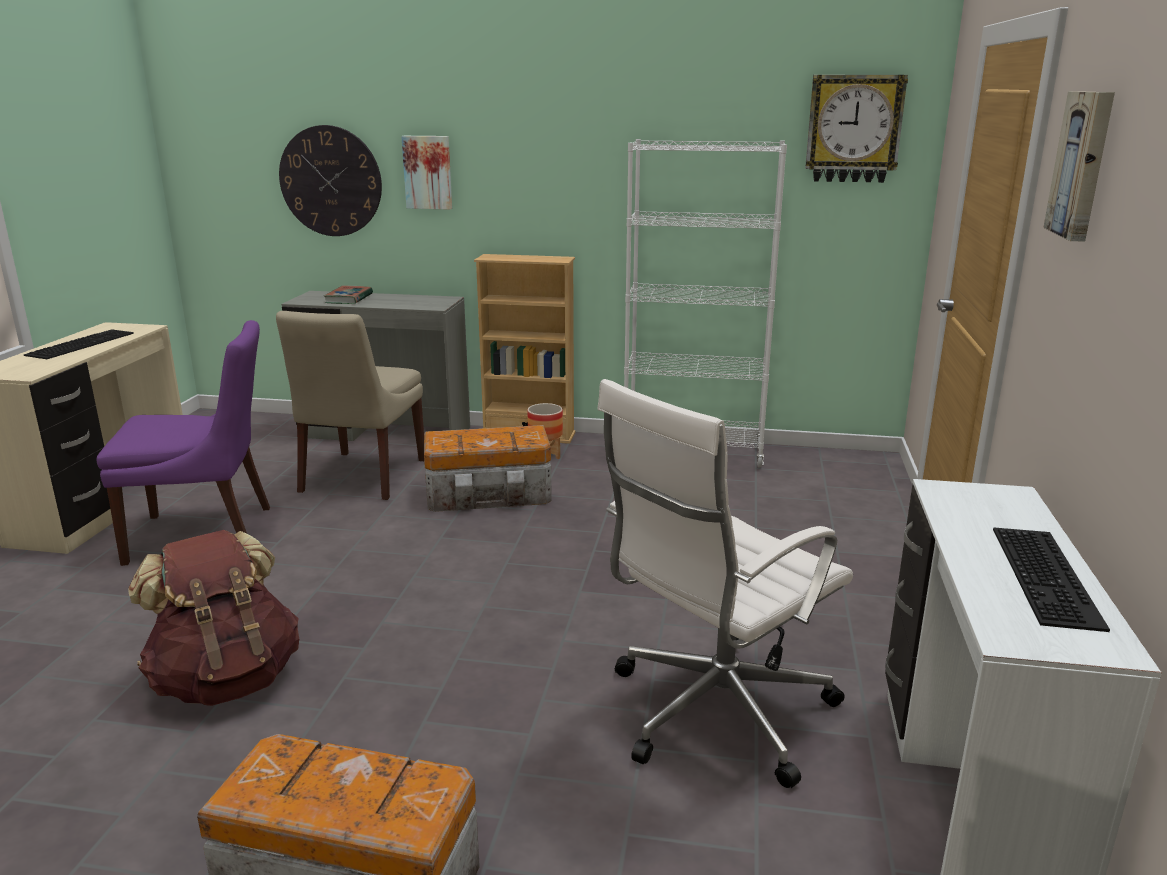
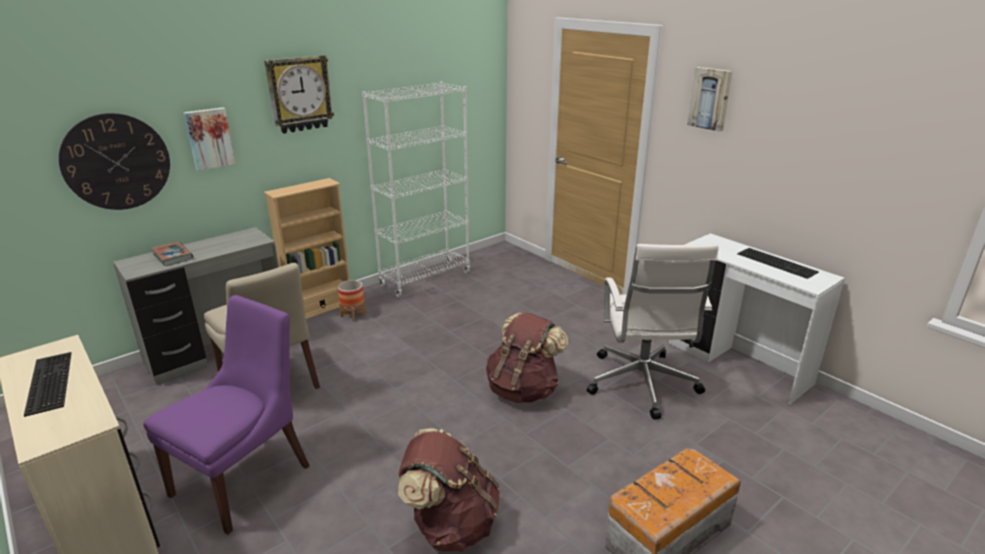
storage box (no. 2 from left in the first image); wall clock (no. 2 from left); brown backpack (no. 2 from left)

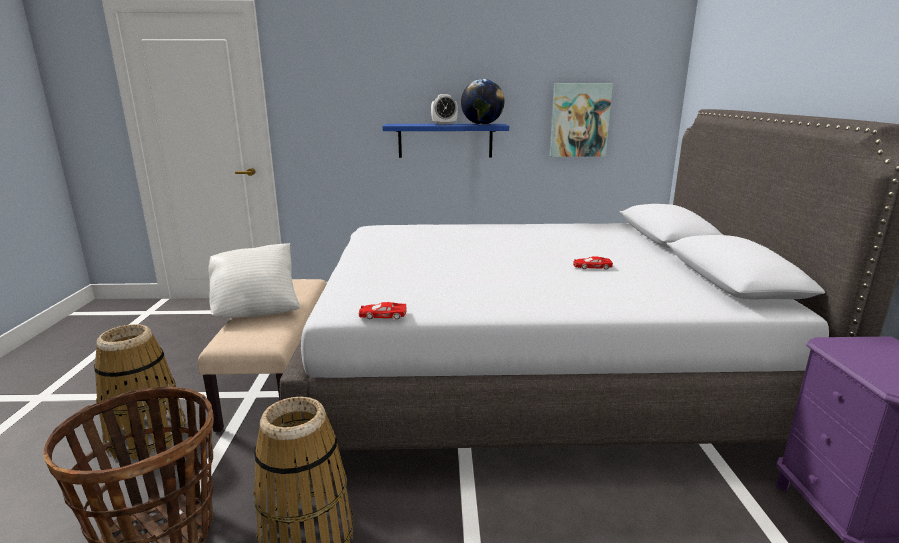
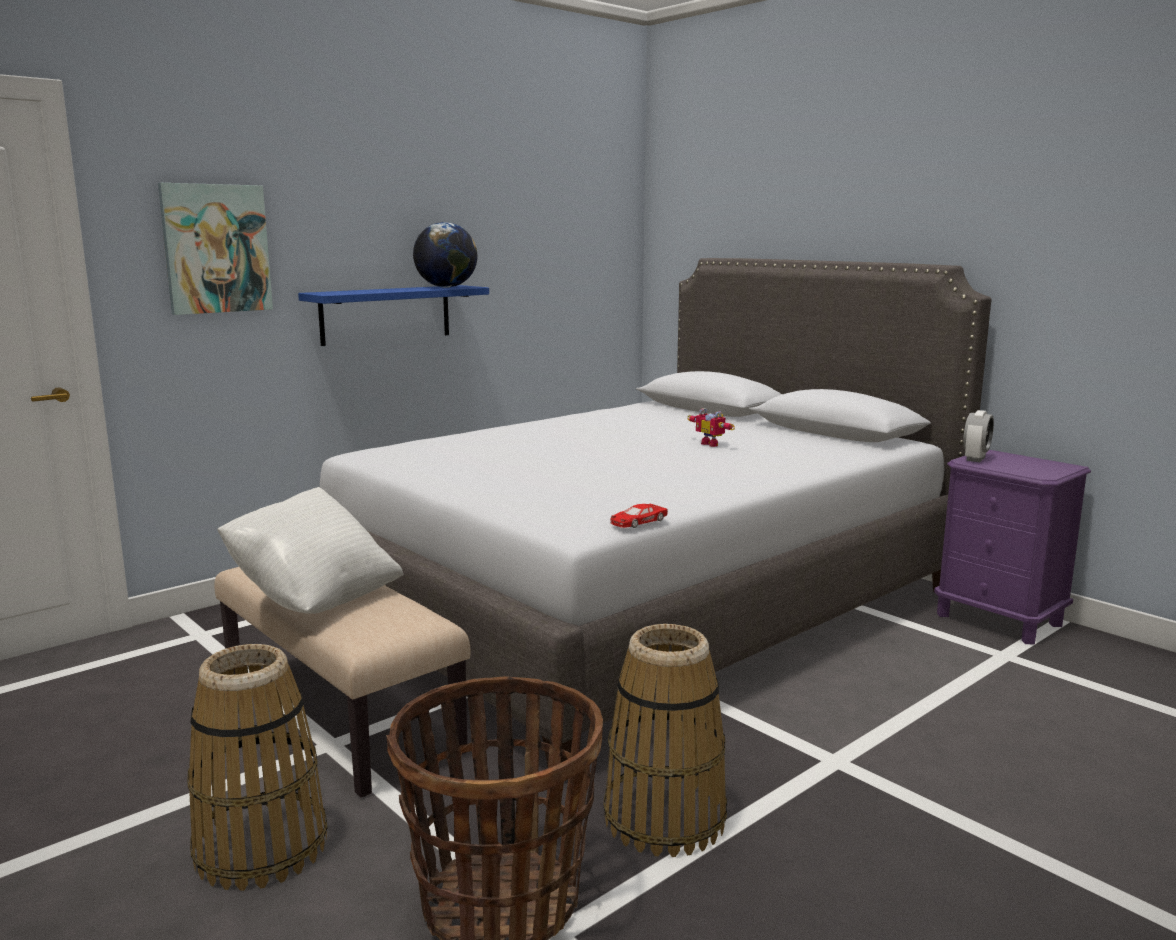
alarm clock; picture; toy robot

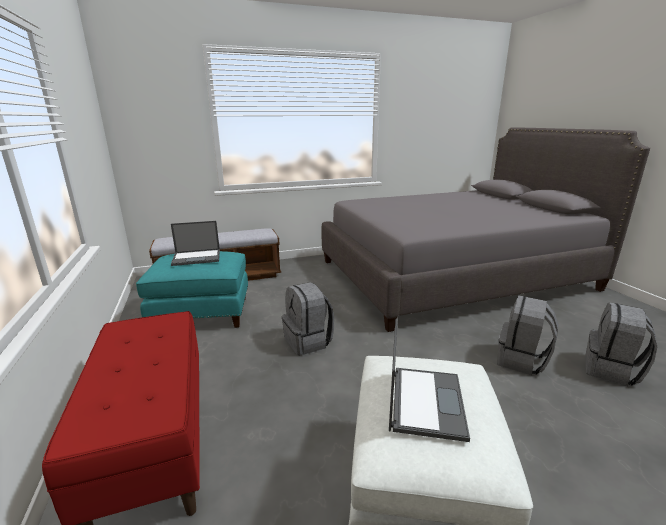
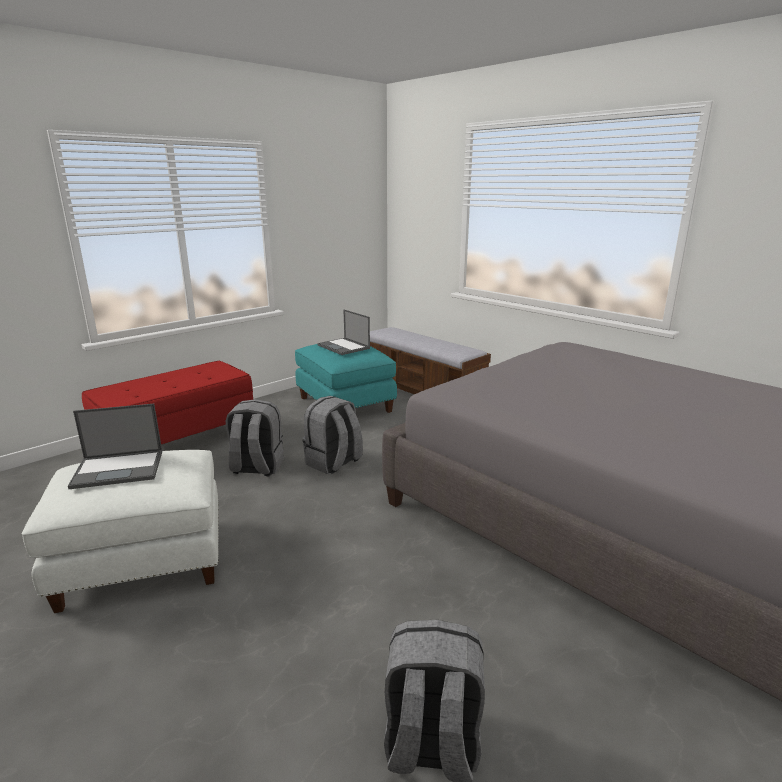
grey backpack (no. 1 from left)

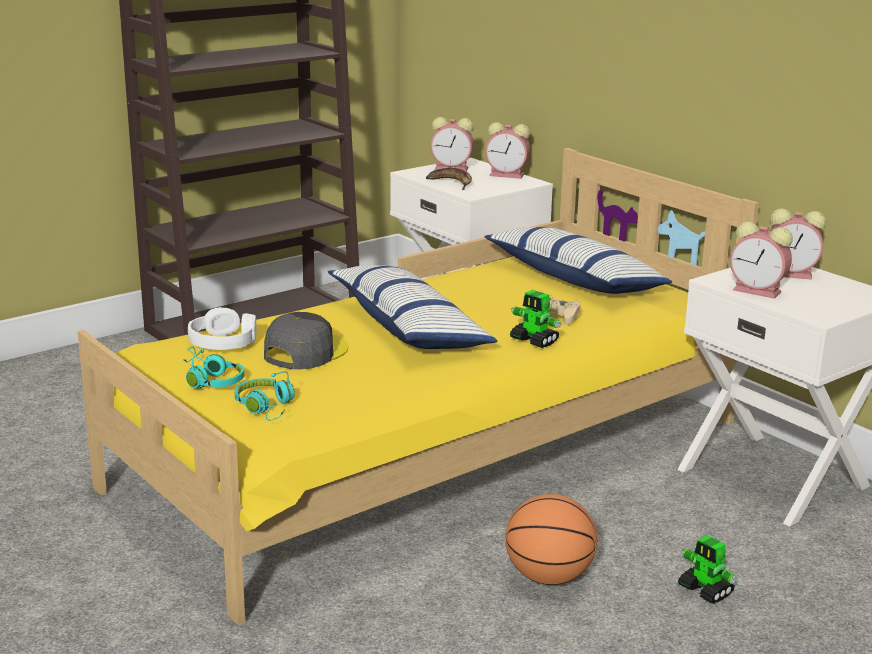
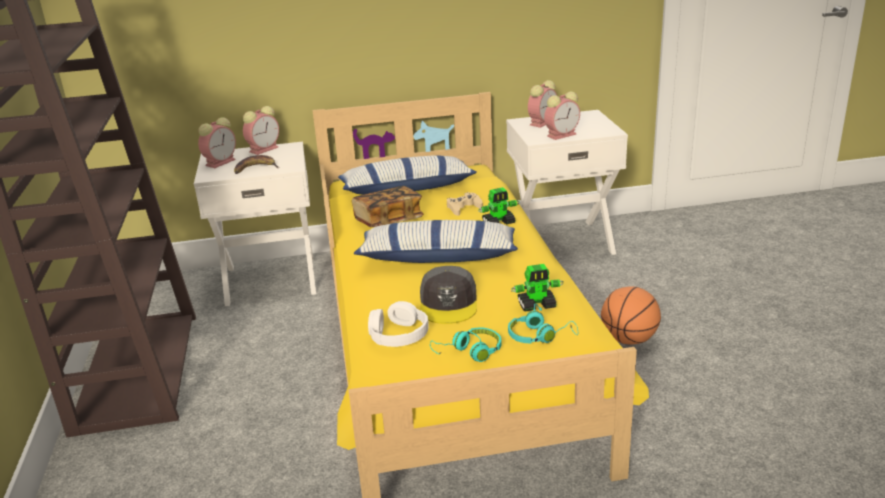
grey cap; toy robot (no. 2 from left); book

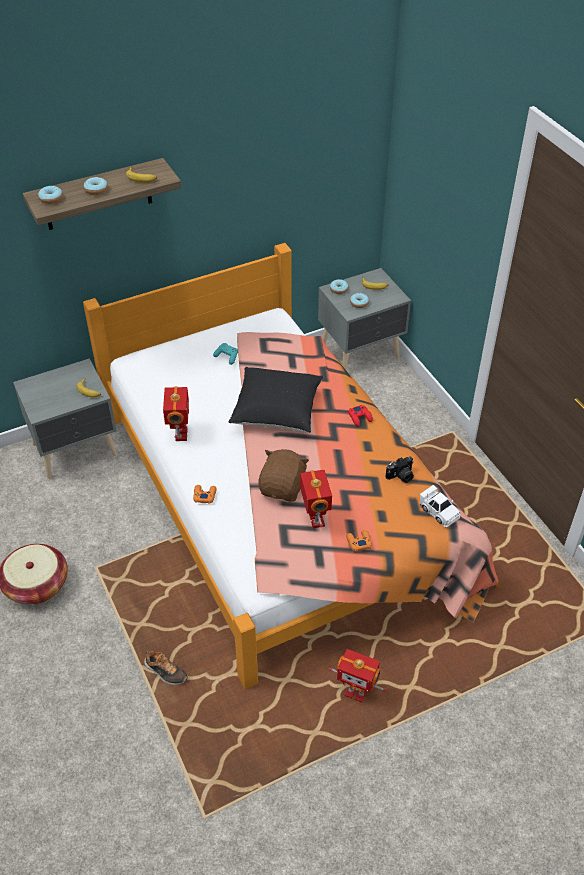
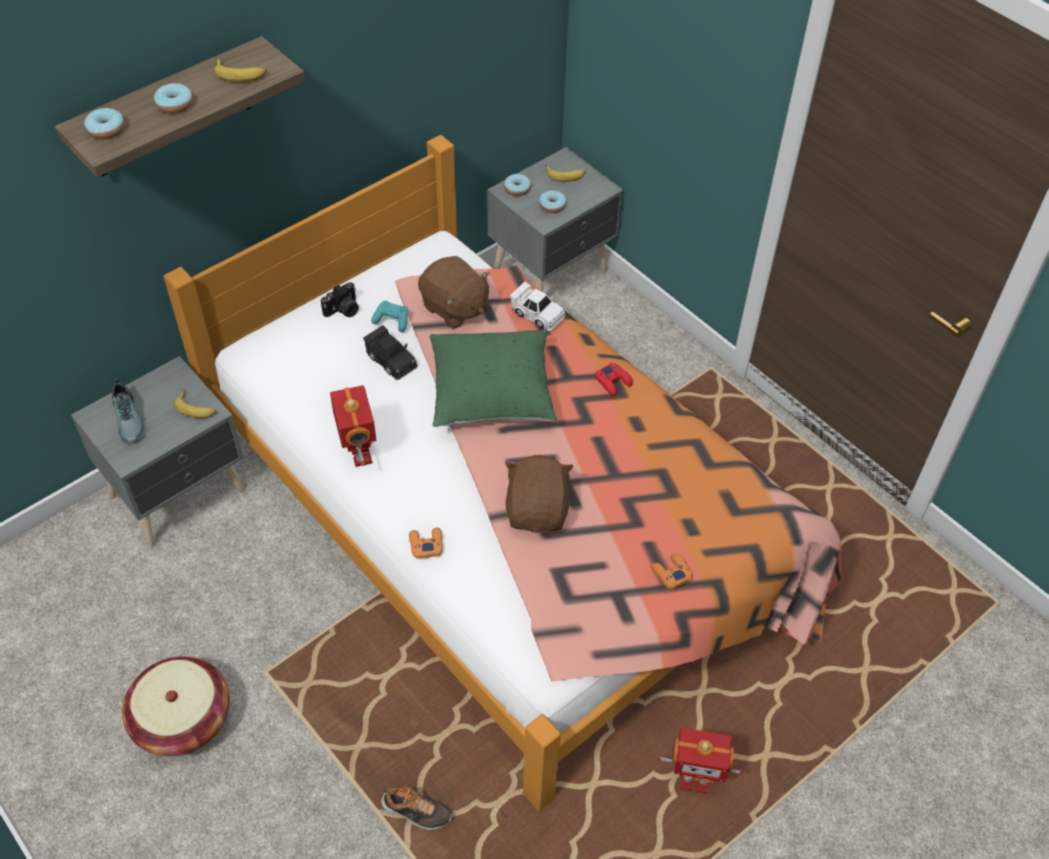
green pillow; toy robot (no. 2 from left in the first image); photo camera; white toy car; shoe (no. 1 from left); black toy car; brown plush toy (no. 1 from left)

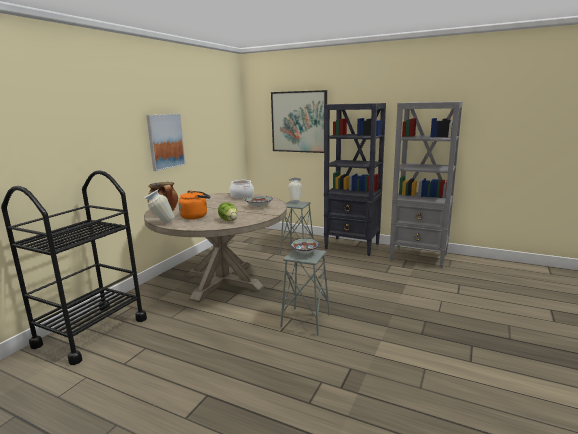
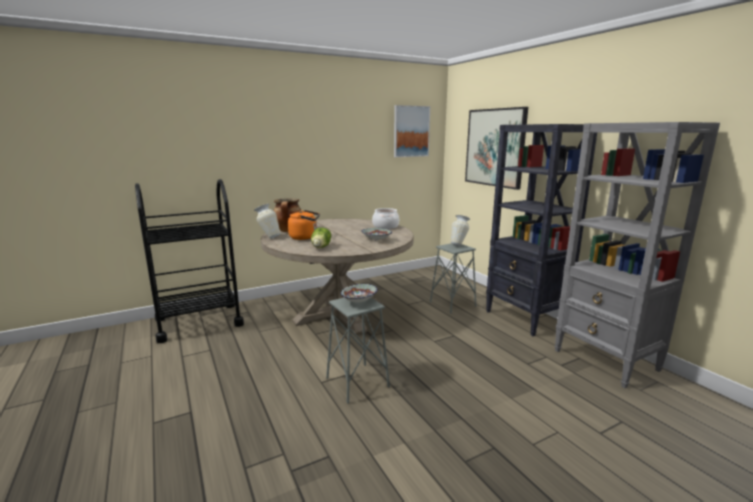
picture (no. 1 from left)

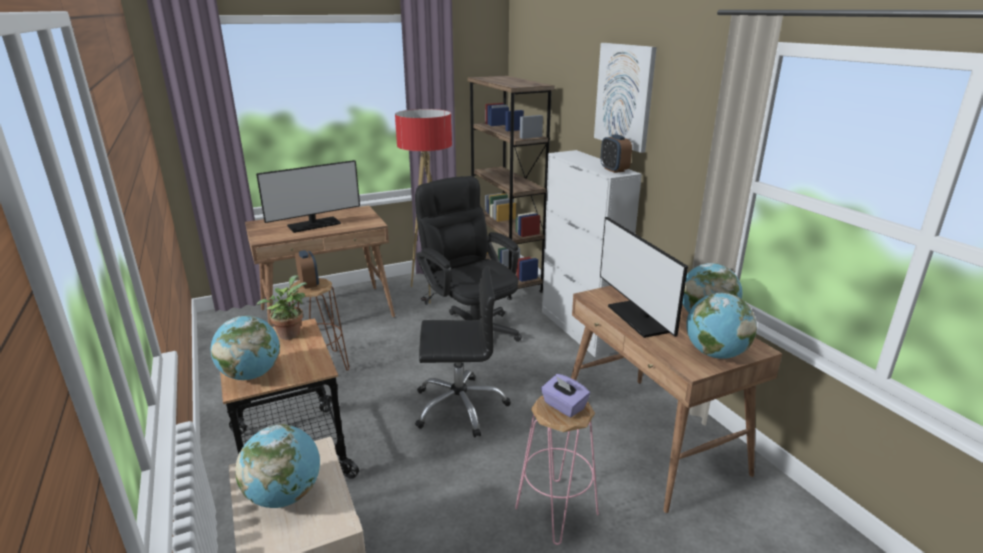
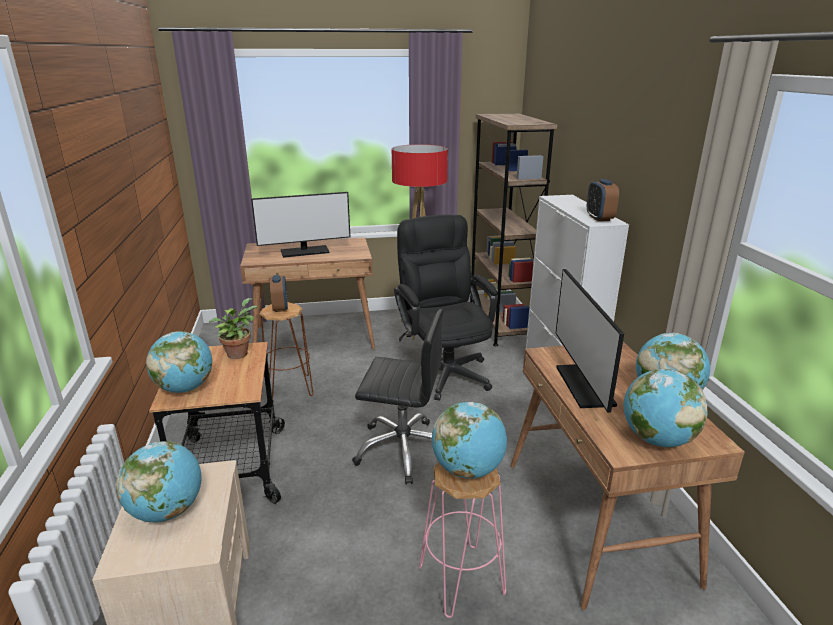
globe (no. 3 from left); picture

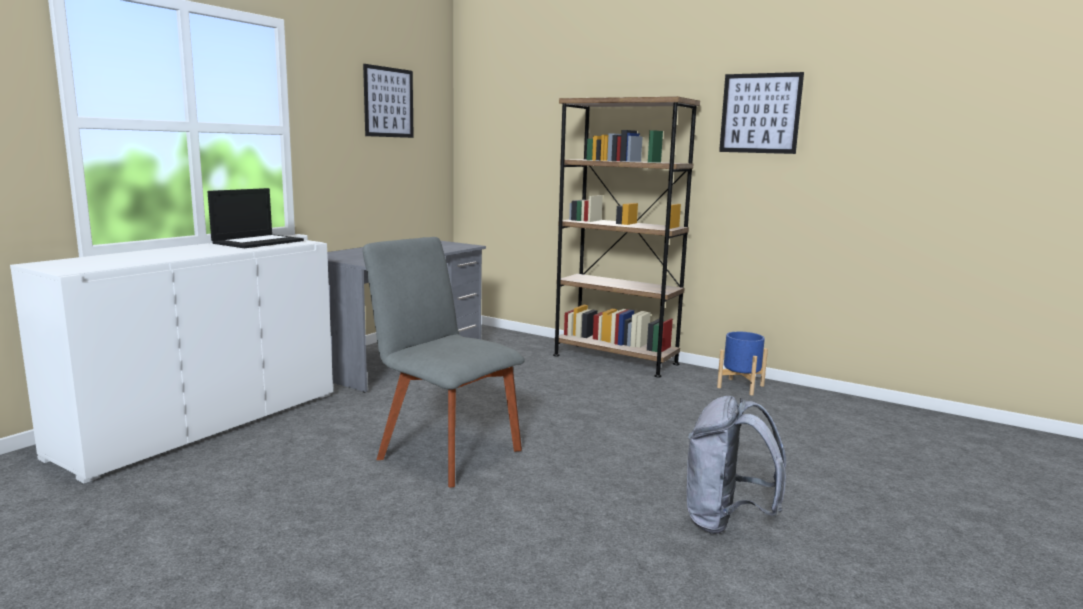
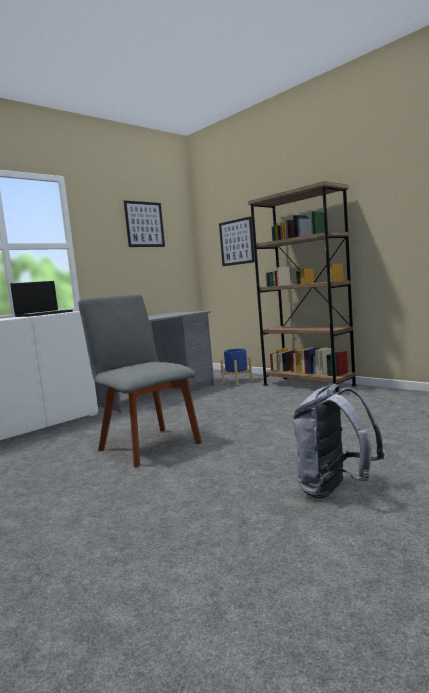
blue planter; picture (no. 2 from left)

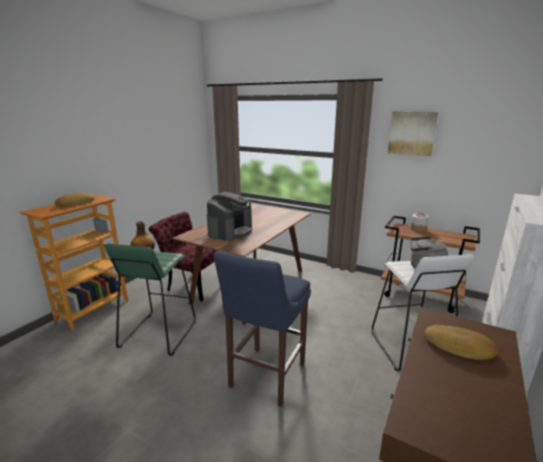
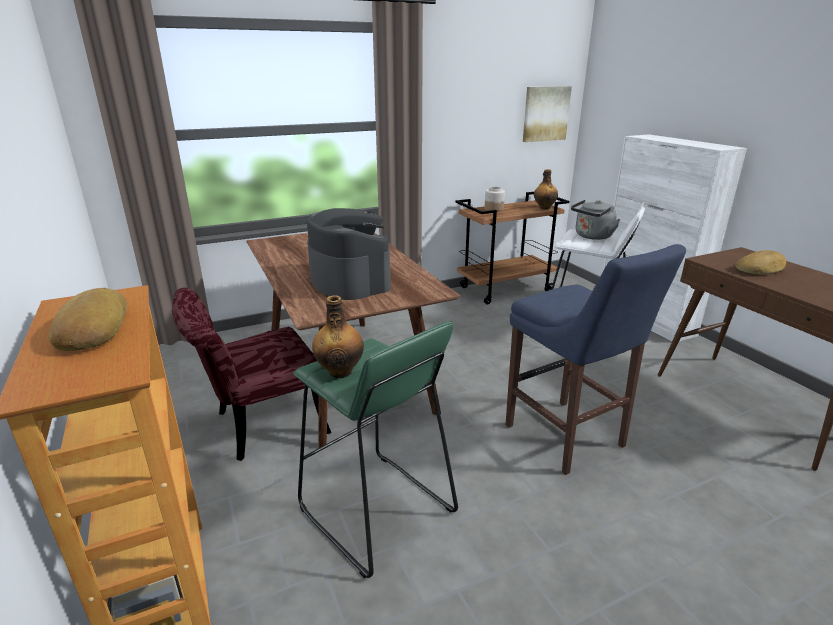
picture; bottle (no. 2 from left)

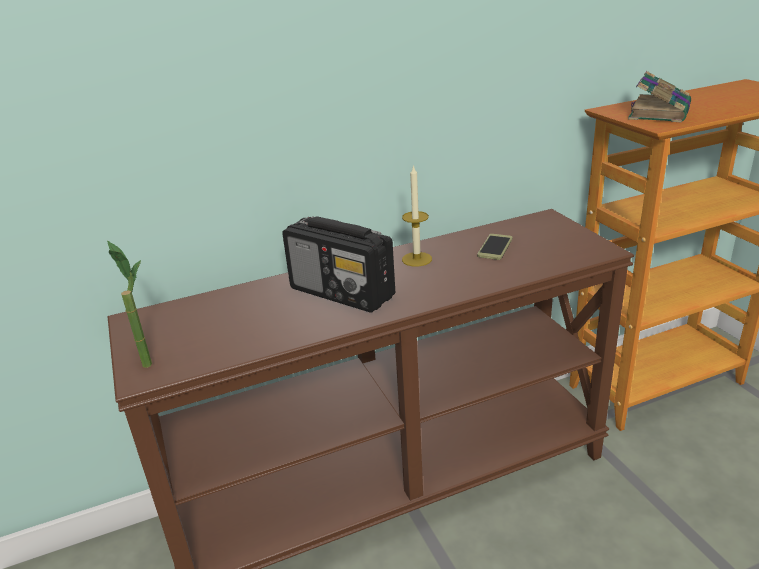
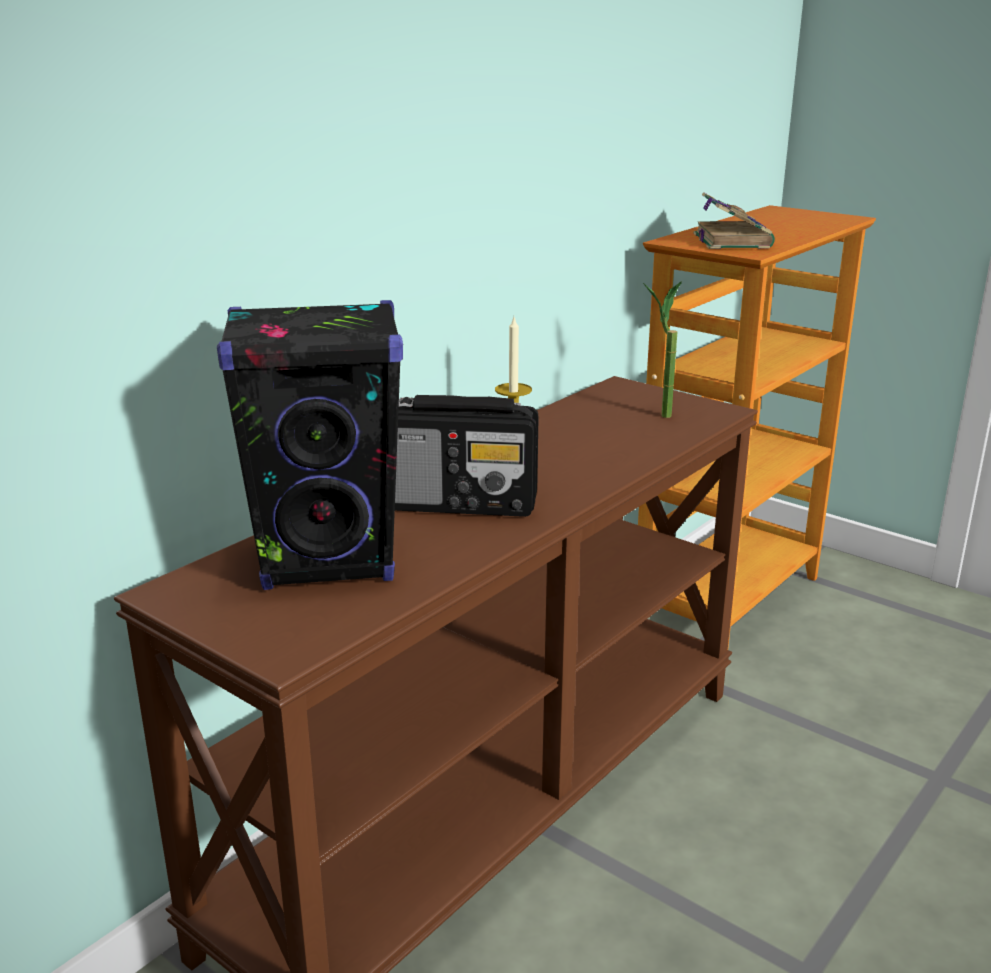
potted plant; phone; black speaker

